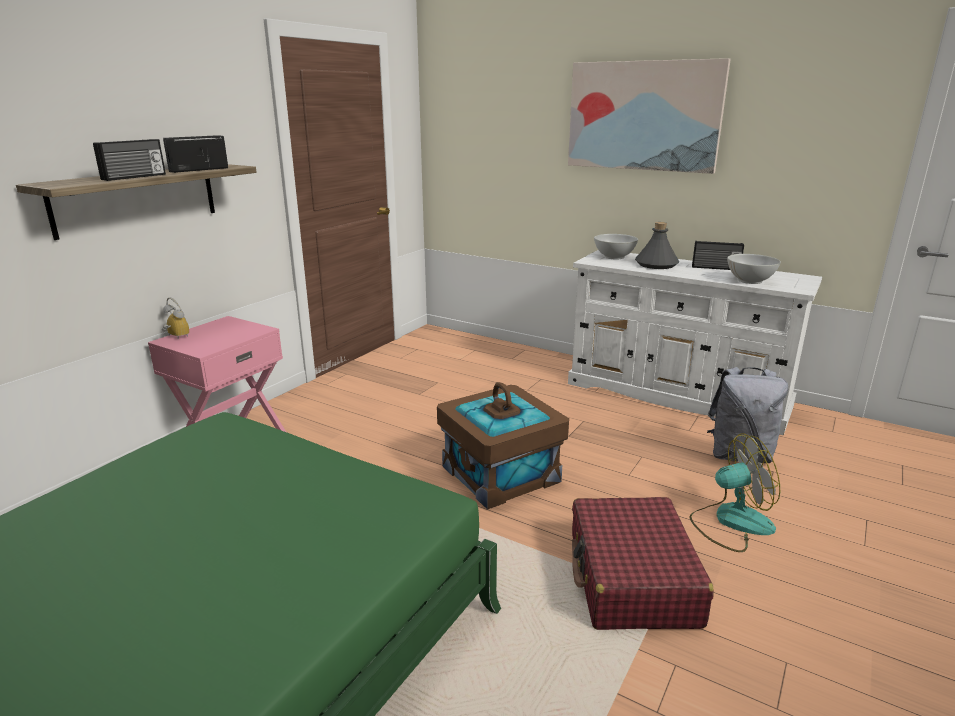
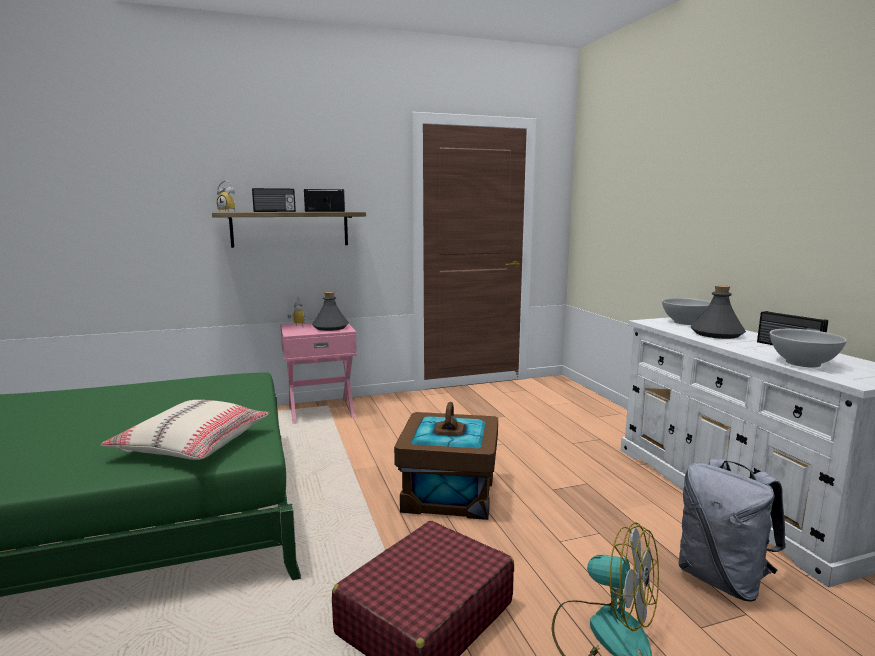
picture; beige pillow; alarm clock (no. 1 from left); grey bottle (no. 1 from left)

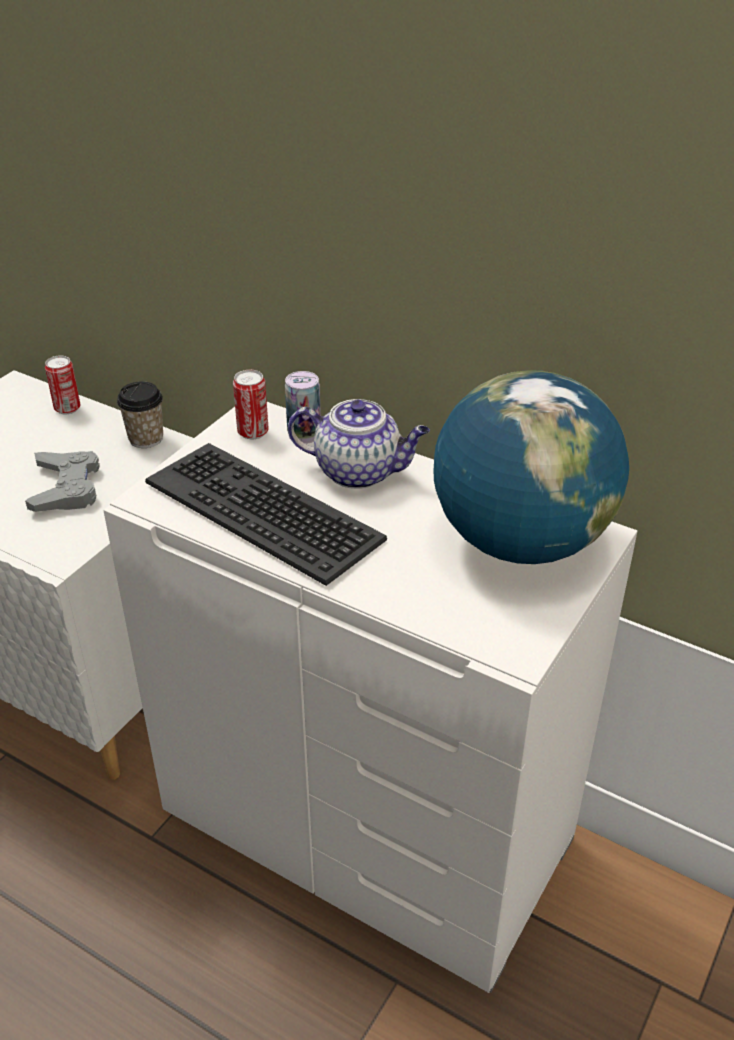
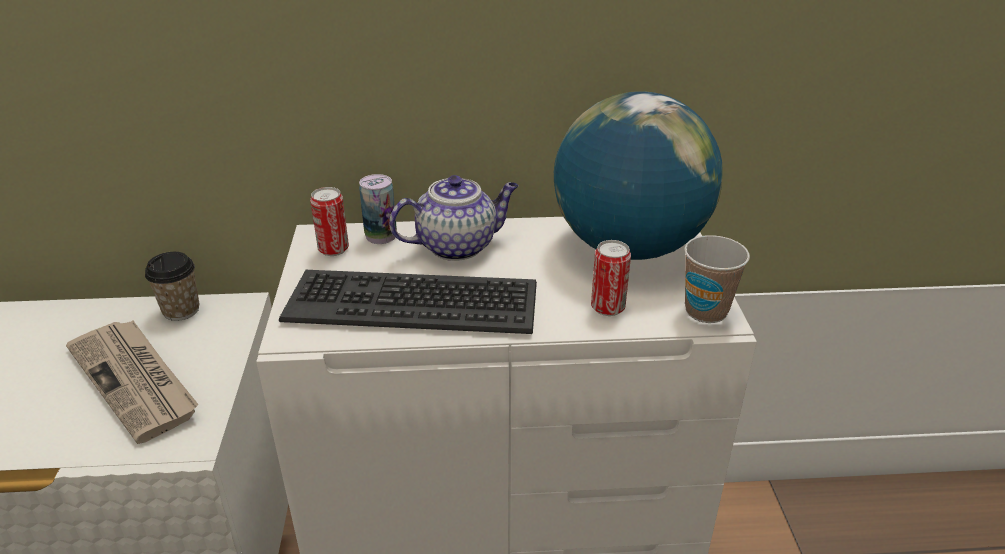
newspaper; can (no. 3 from left); cup (no. 2 from left)

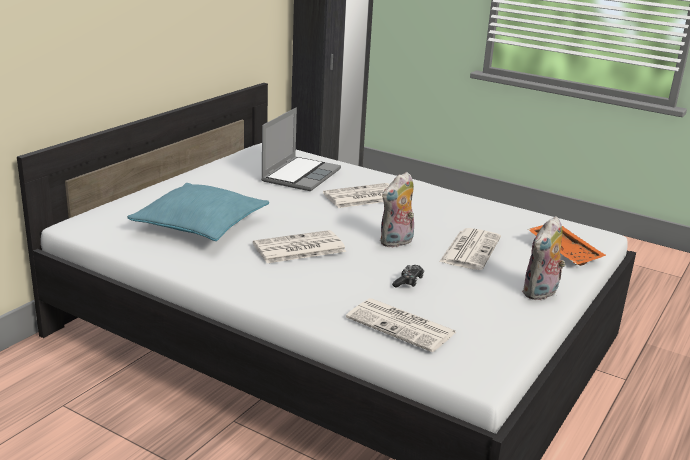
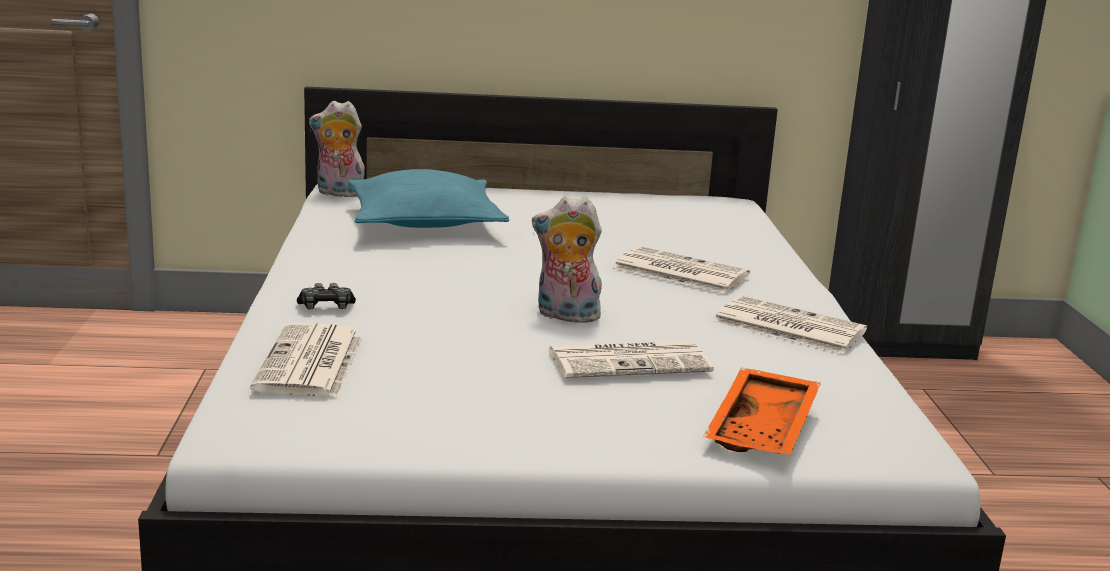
newspaper (no. 4 from left); laptop; game controller; plush toy (no. 1 from left)

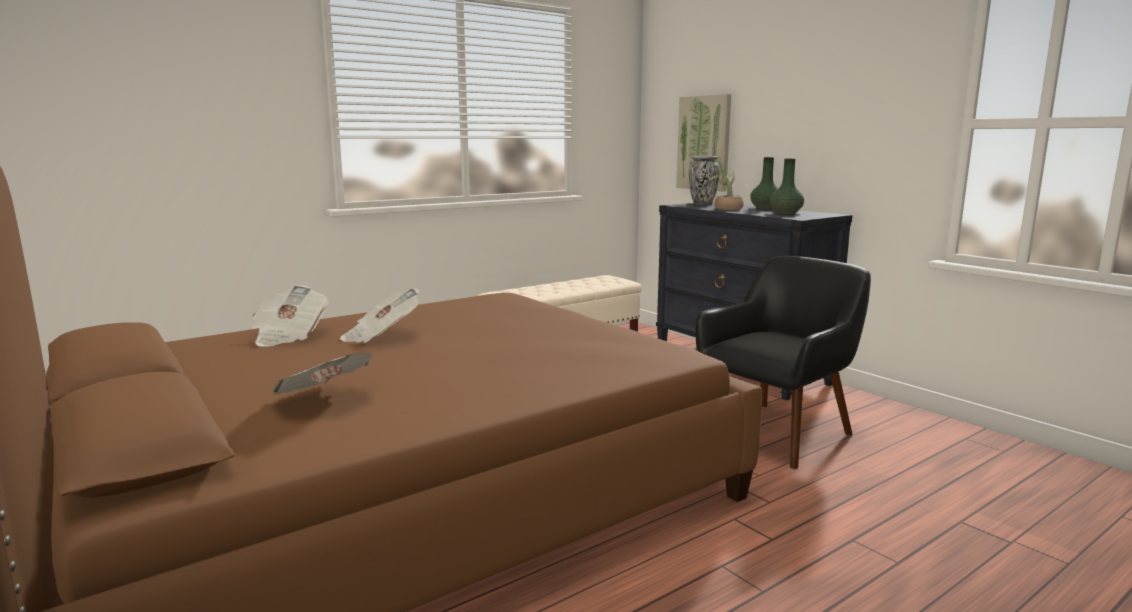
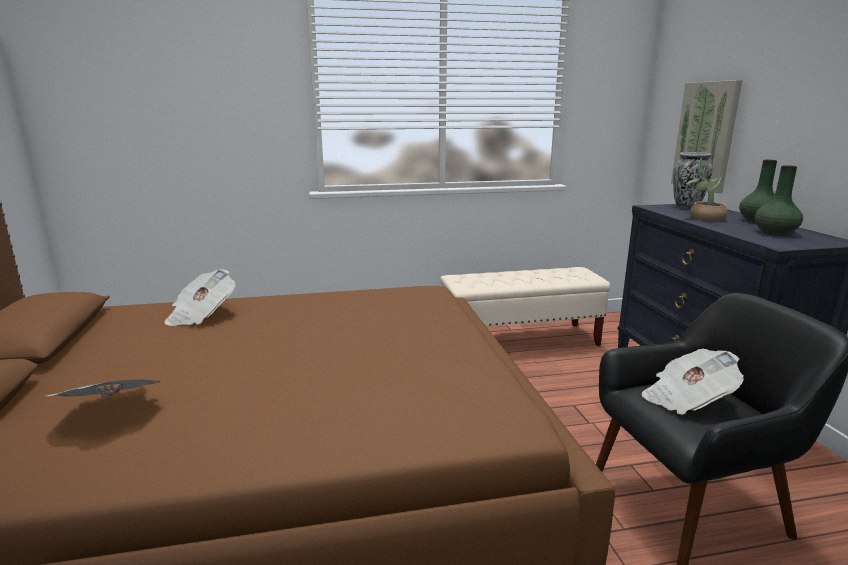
newspaper (no. 3 from left)

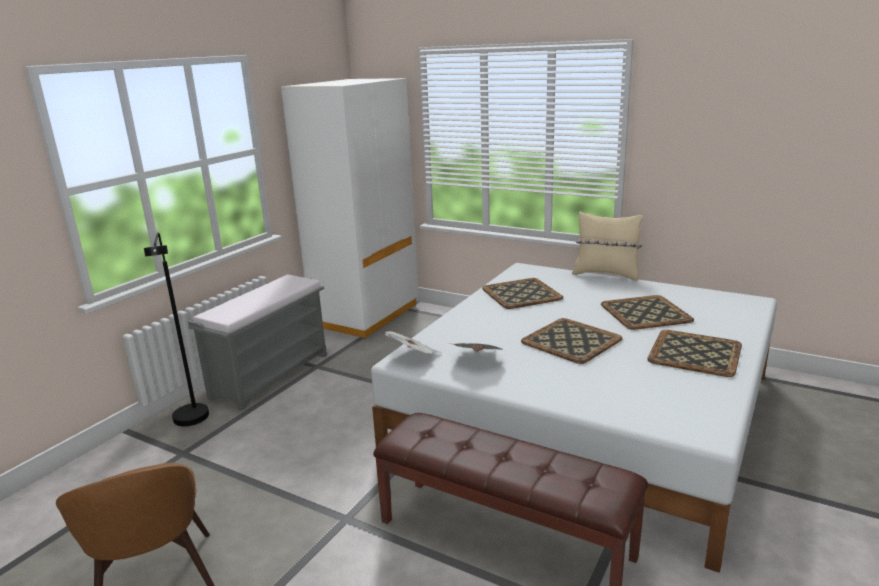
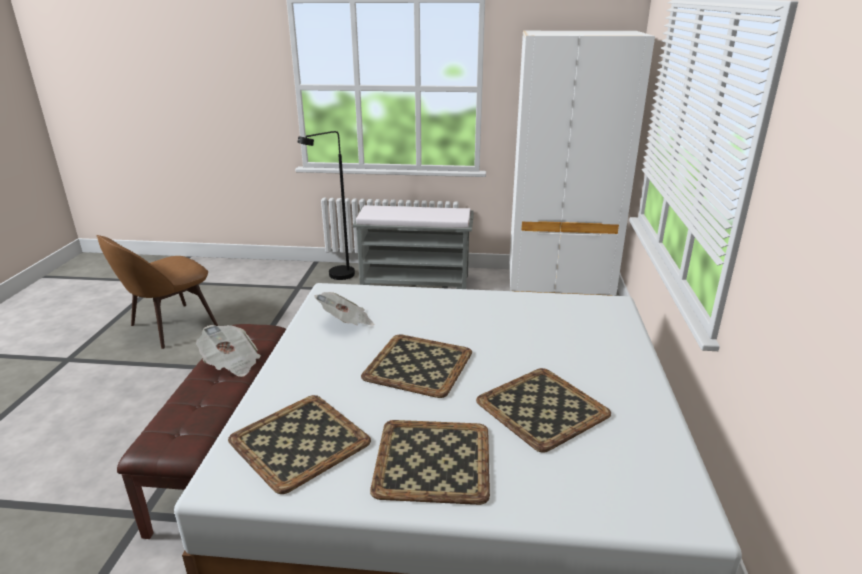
newspaper (no. 1 from left); tray (no. 1 from left); beige pillow

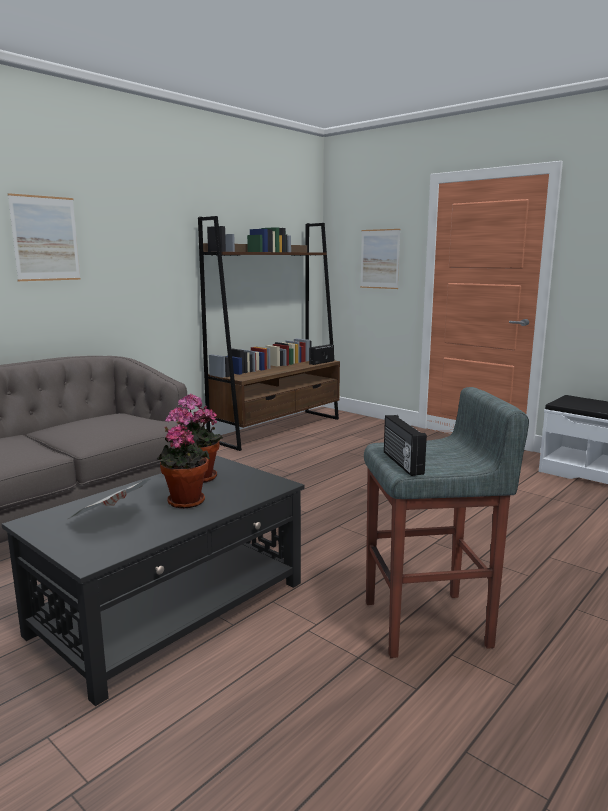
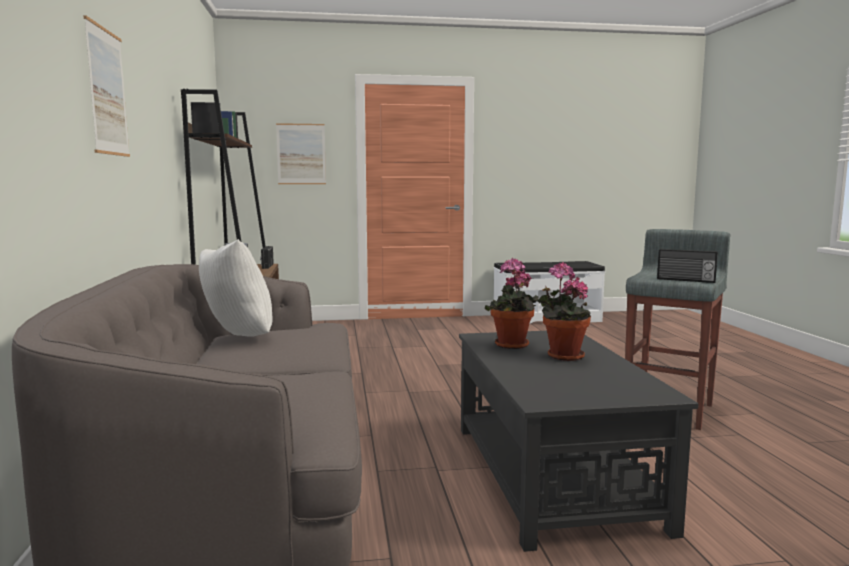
newspaper; white pillow

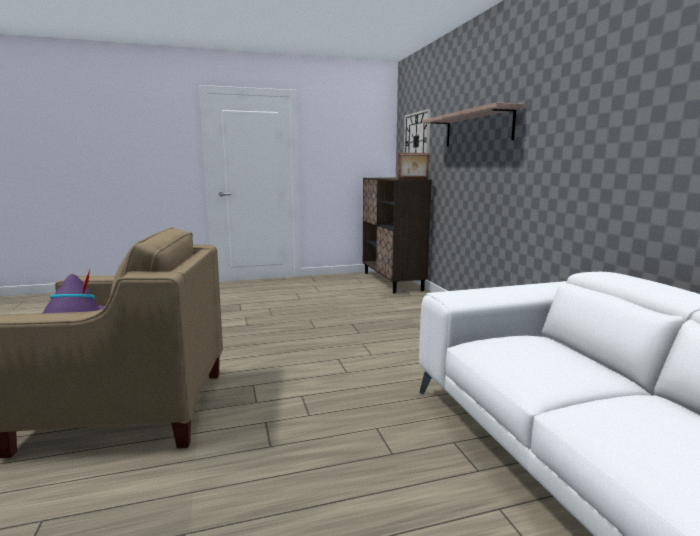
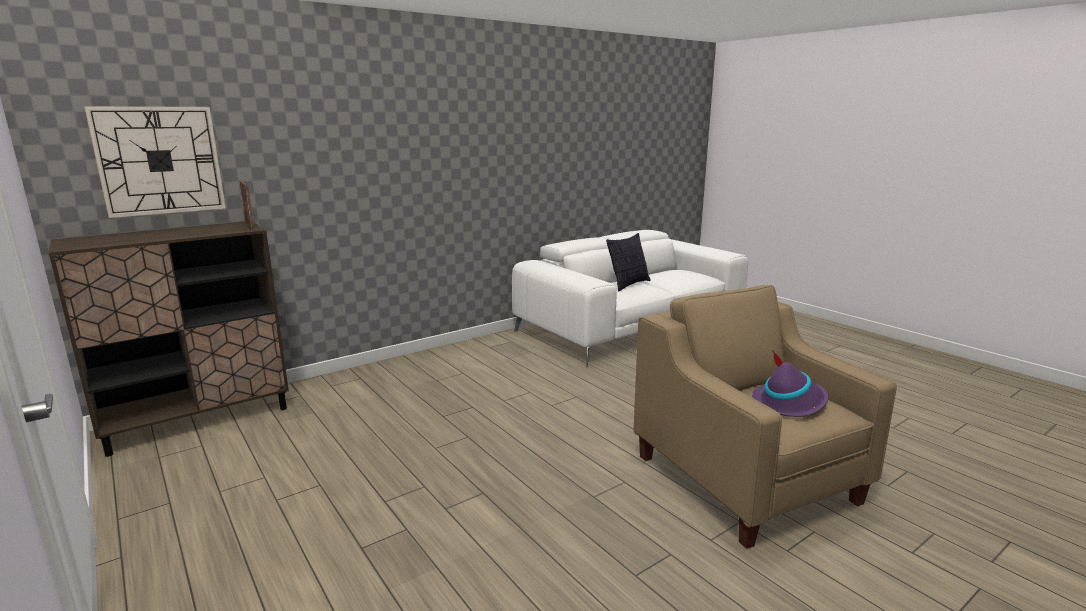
shelf; pillow

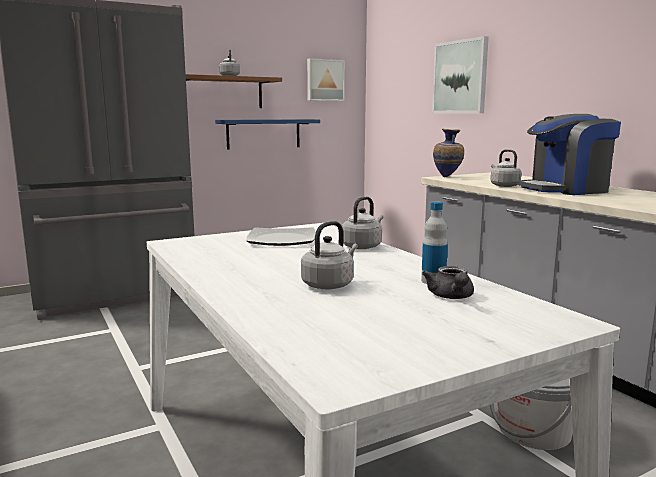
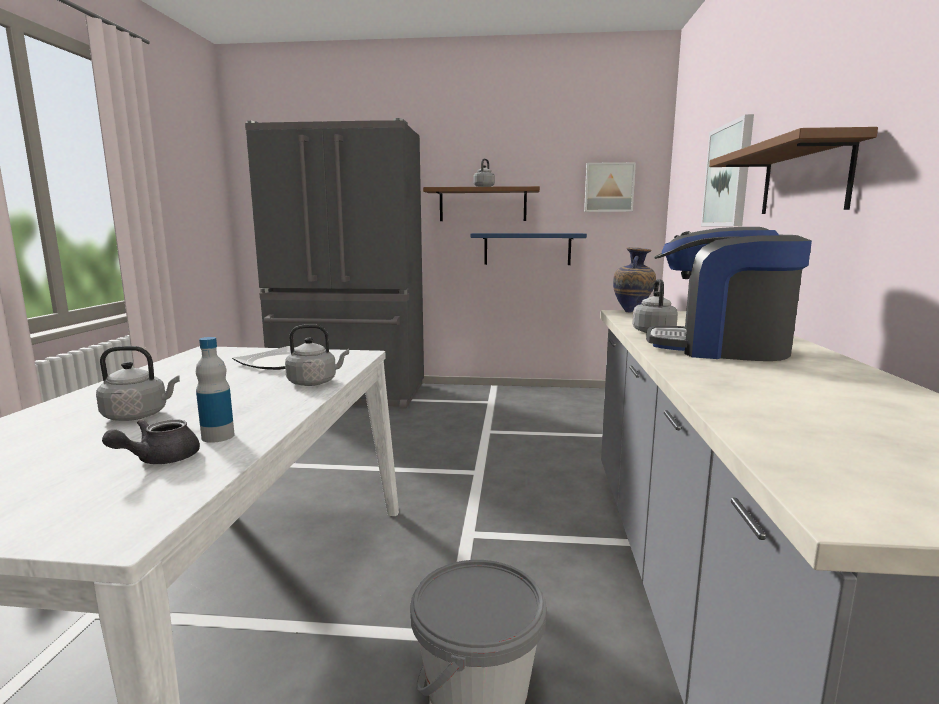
brown shelf (no. 2 from left)

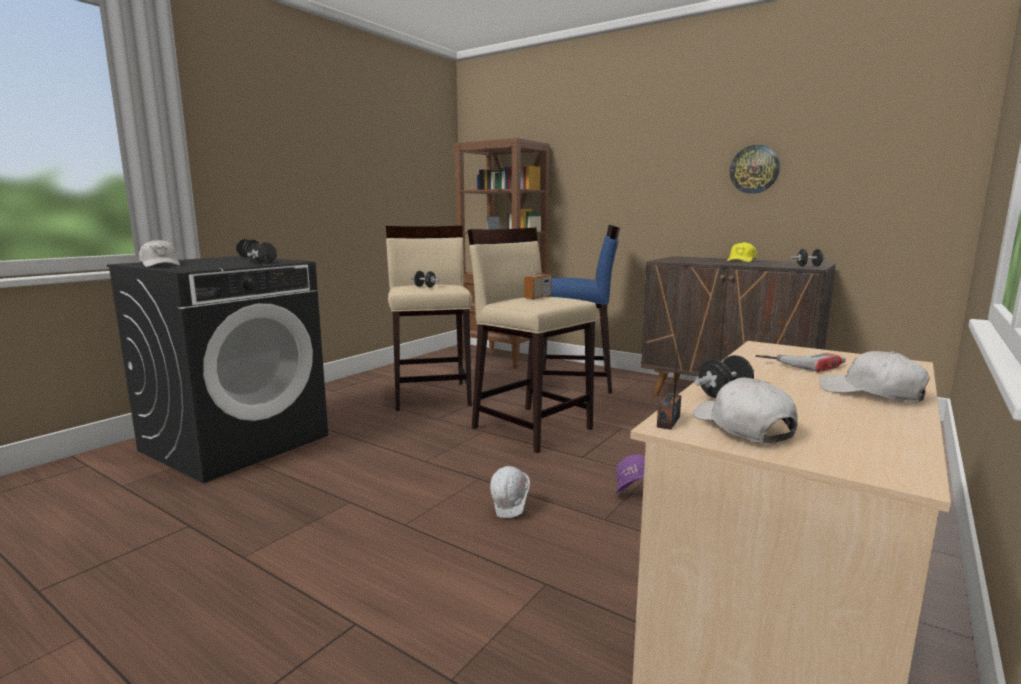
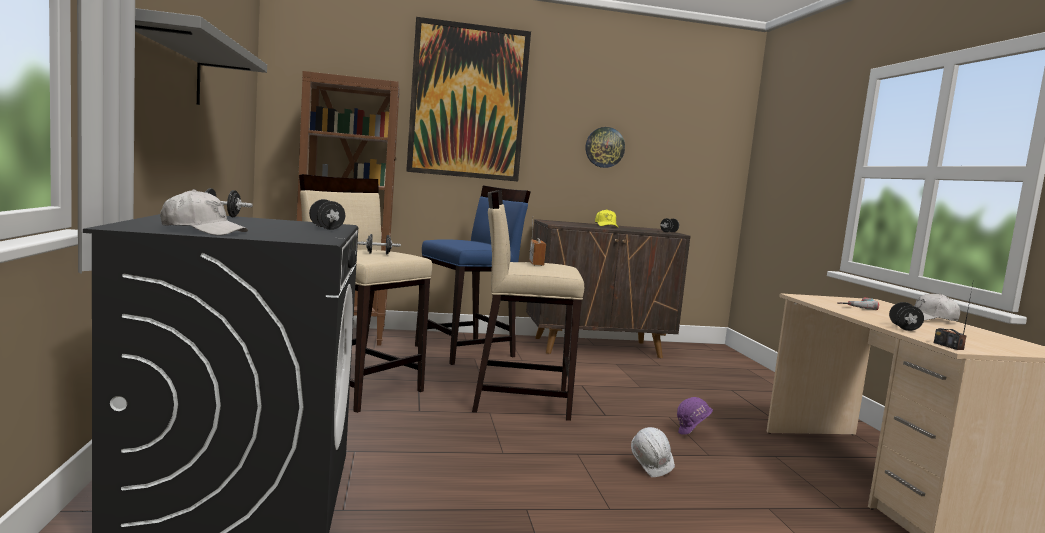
white cap (no. 2 from left in the first image); grey shelf; picture

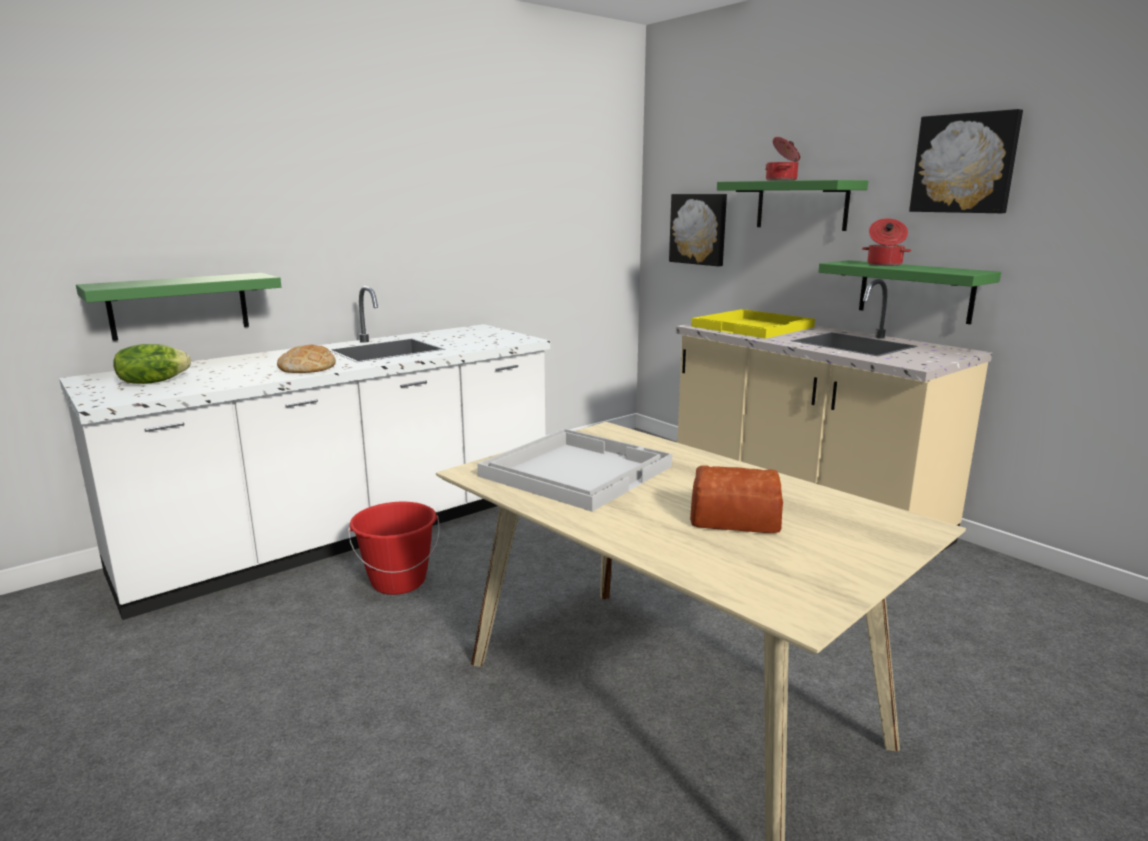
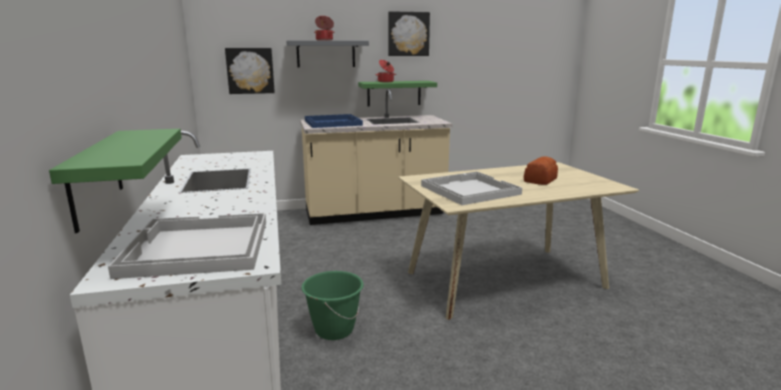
white tray (no. 1 from left); bread (no. 1 from left in the first image); green bucket; blue tray; grey shelf

